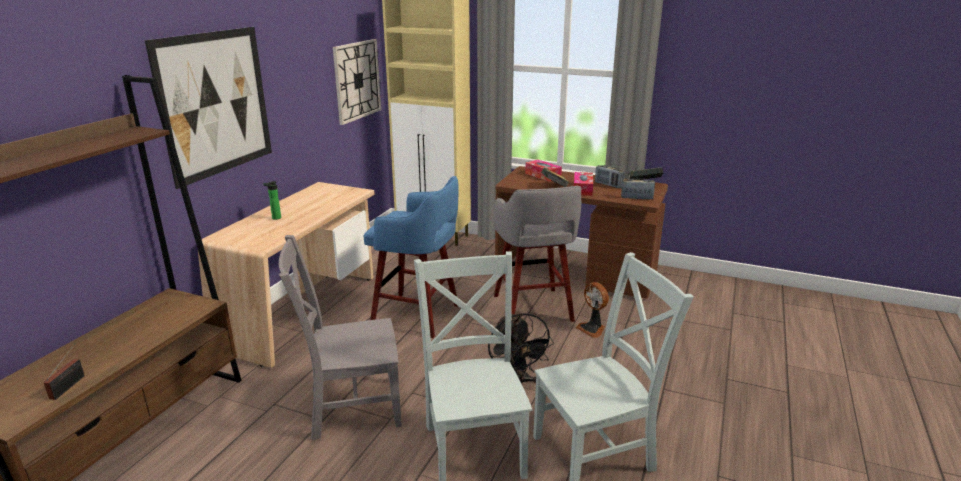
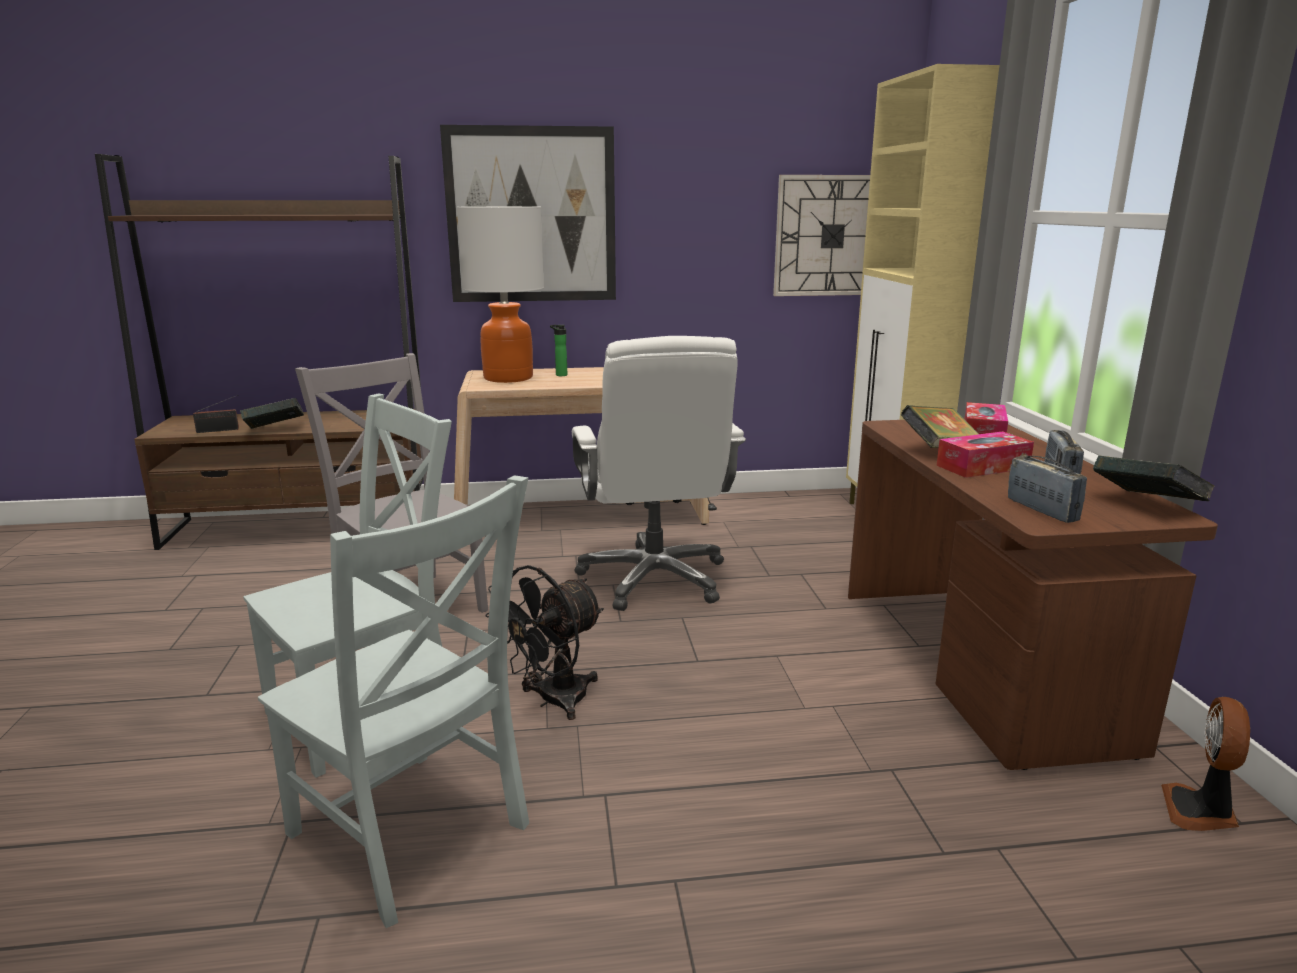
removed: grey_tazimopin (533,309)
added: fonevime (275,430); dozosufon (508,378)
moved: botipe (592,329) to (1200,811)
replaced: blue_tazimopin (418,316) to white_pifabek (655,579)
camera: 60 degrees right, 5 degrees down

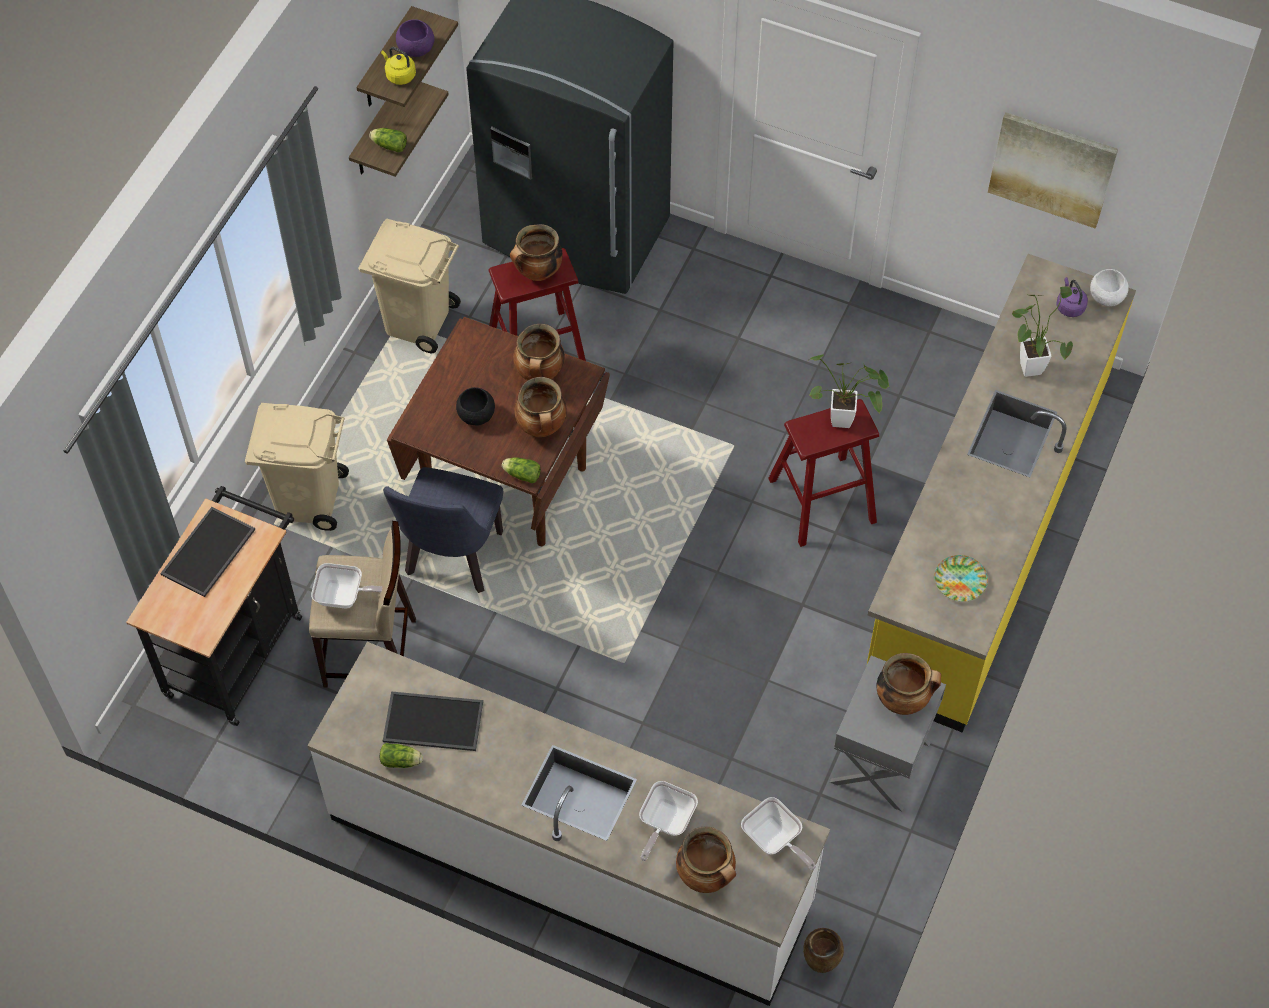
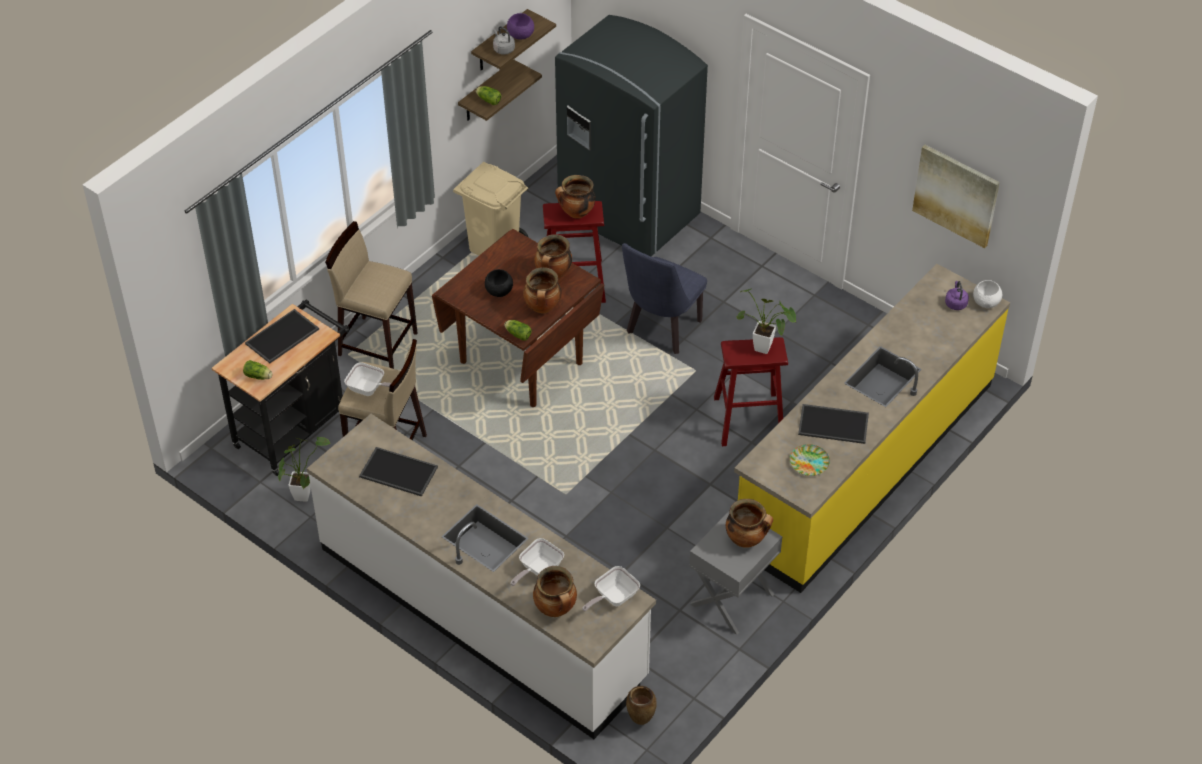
added: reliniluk (834,423)
moved: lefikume (402,761) to (259,376); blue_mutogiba (452,560) to (661,331); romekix (1029,364) to (303,493)
replaced: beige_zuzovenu (308,498) to beige_tazimopin (377,343)
recoloured: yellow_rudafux (399,75) to grey_rudafux (503,49)
turned: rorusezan (774,840) = (613,598) 75 degrees clockwise
camera: 15 degrees right, 10 degrees down

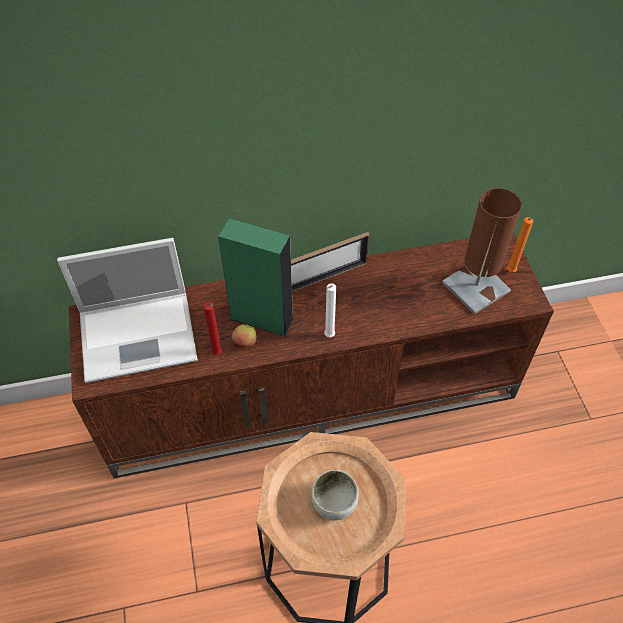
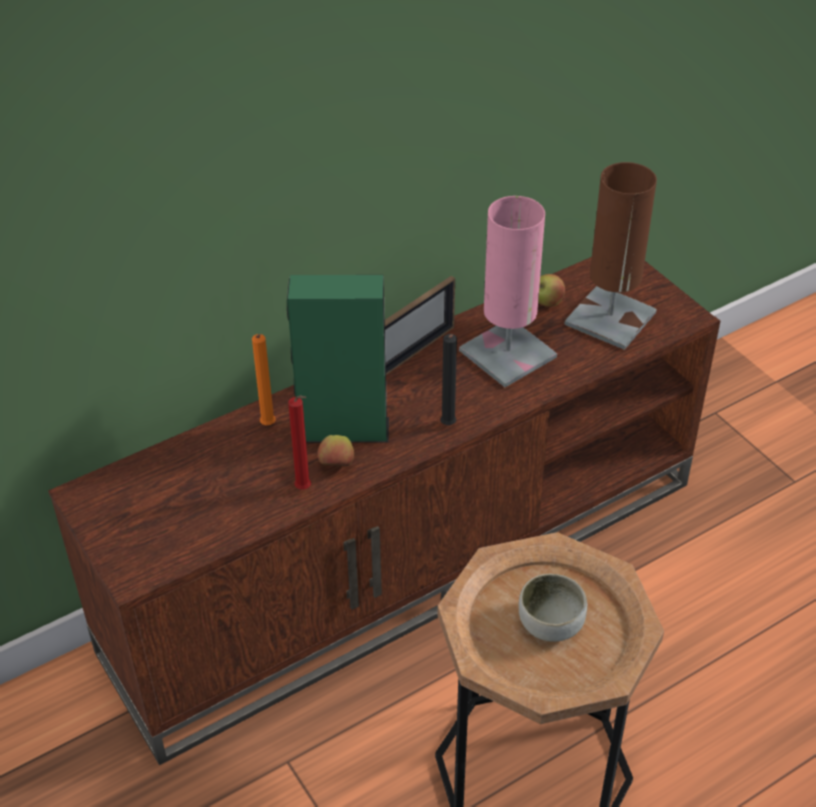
removed: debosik (140,335)
added: pink_dozosufon (507,354); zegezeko (546,303)
moved: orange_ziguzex (510,272) to (267,426)
recoloured: white_ziguzex (328,336) to black_ziguzex (447,426)
camera: 20 degrees left, 10 degrees down

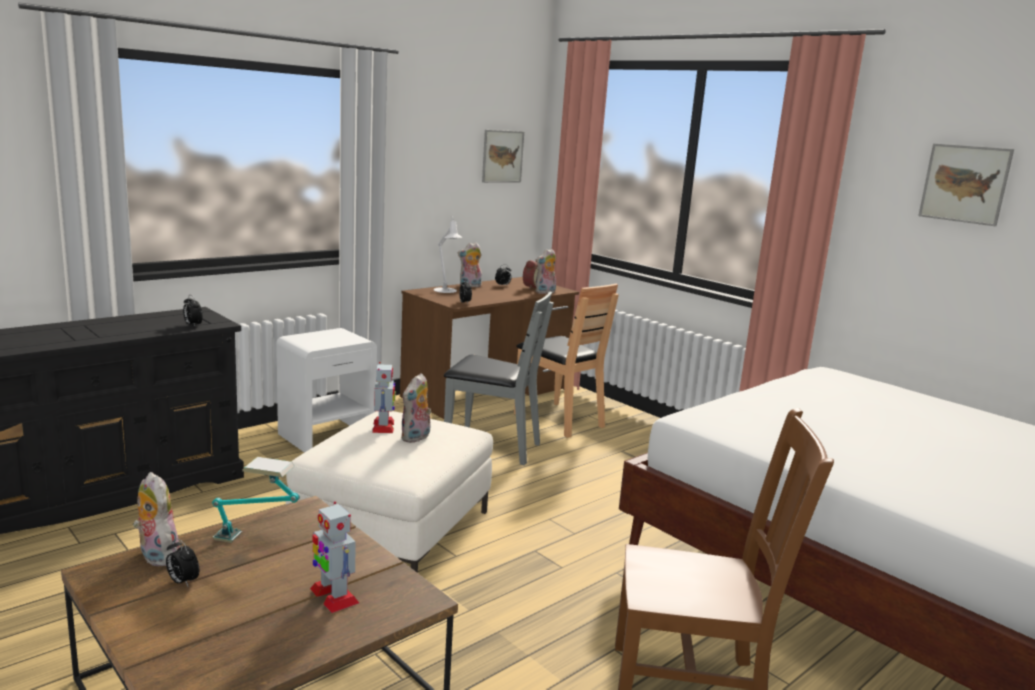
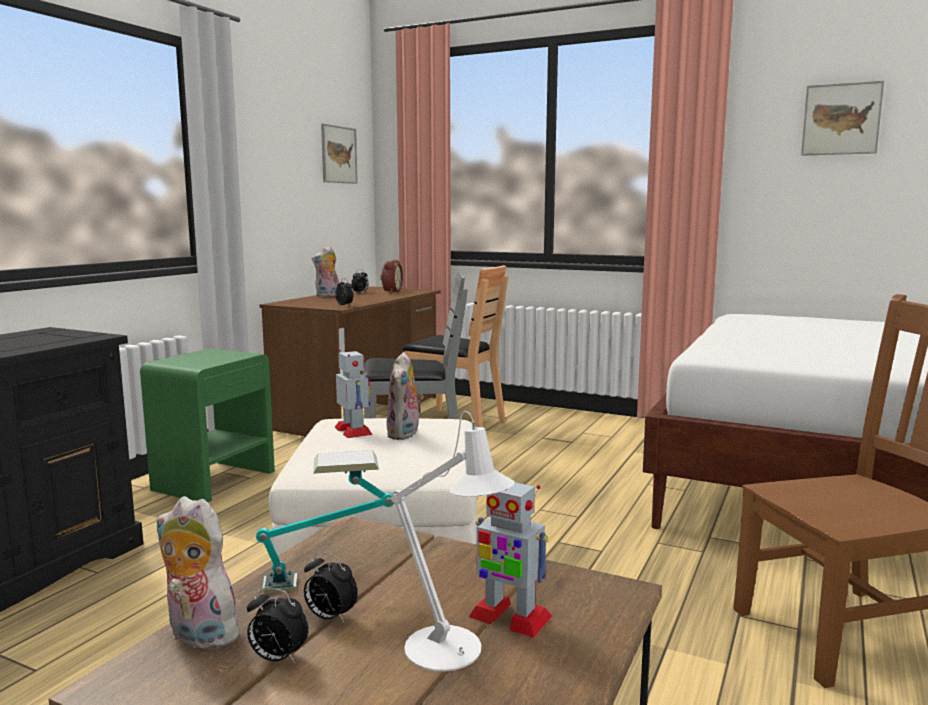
removed: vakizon (545,292)
moved: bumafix (192,325) to (330,617); white_dozosufon (446,291) to (452,652)
recoloured: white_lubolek (327,435) to green_lubolek (215,480)
camera: 20 degrees left, 5 degrees down

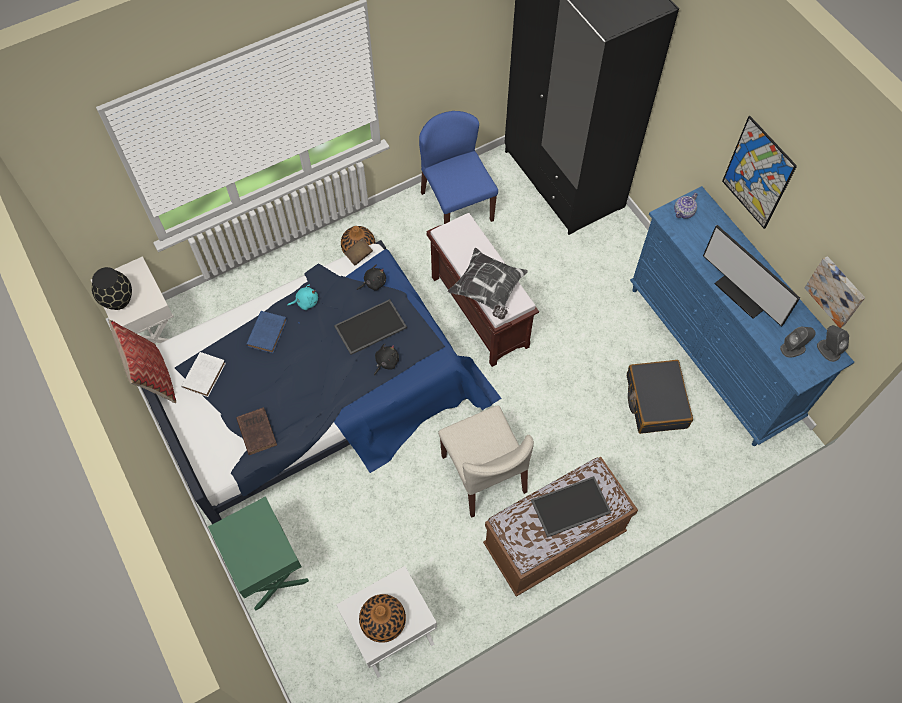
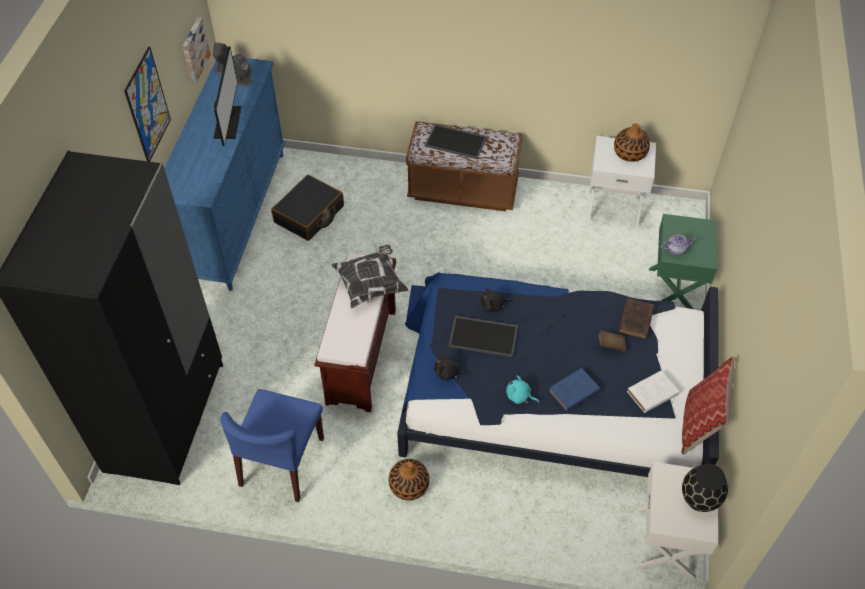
removed: beige_mutogiba (484,474)
moved: brown_fonevime (359,255) to (611,345); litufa (684,212) to (675,250)
camera: 140 degrees left, 10 degrees down

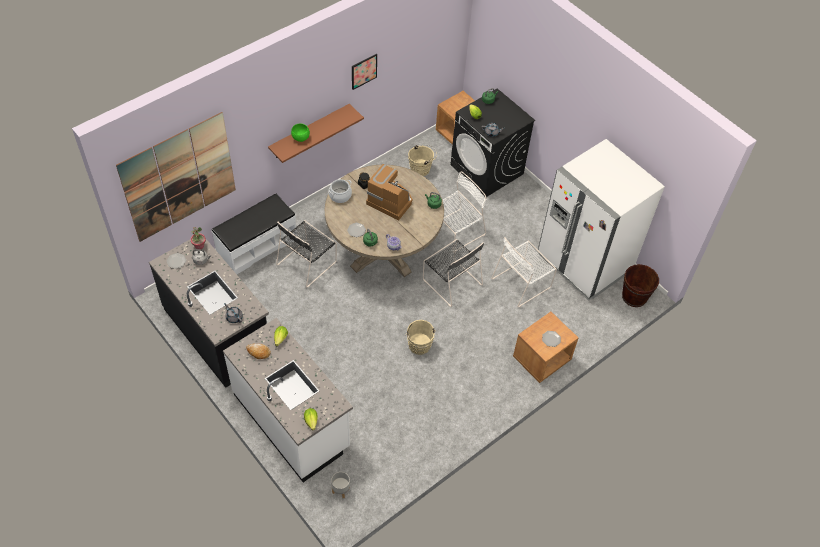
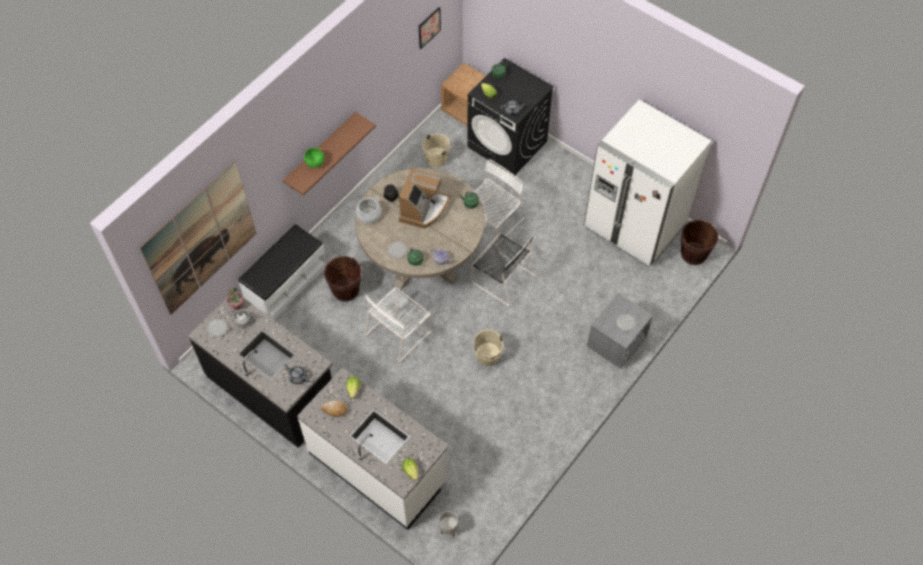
moved: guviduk (364,71) to (429,27); white_mutogiba (522,282) to (399,331)
replaced: black_mutogiba (308,262) to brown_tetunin (345,290)
recoloured: brown_lubolek (541,359) to grey_lubolek (616,343)
turned: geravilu (390,201) = (423,209) 90 degrees clockwise
camera: 10 degrees left, 5 degrees up

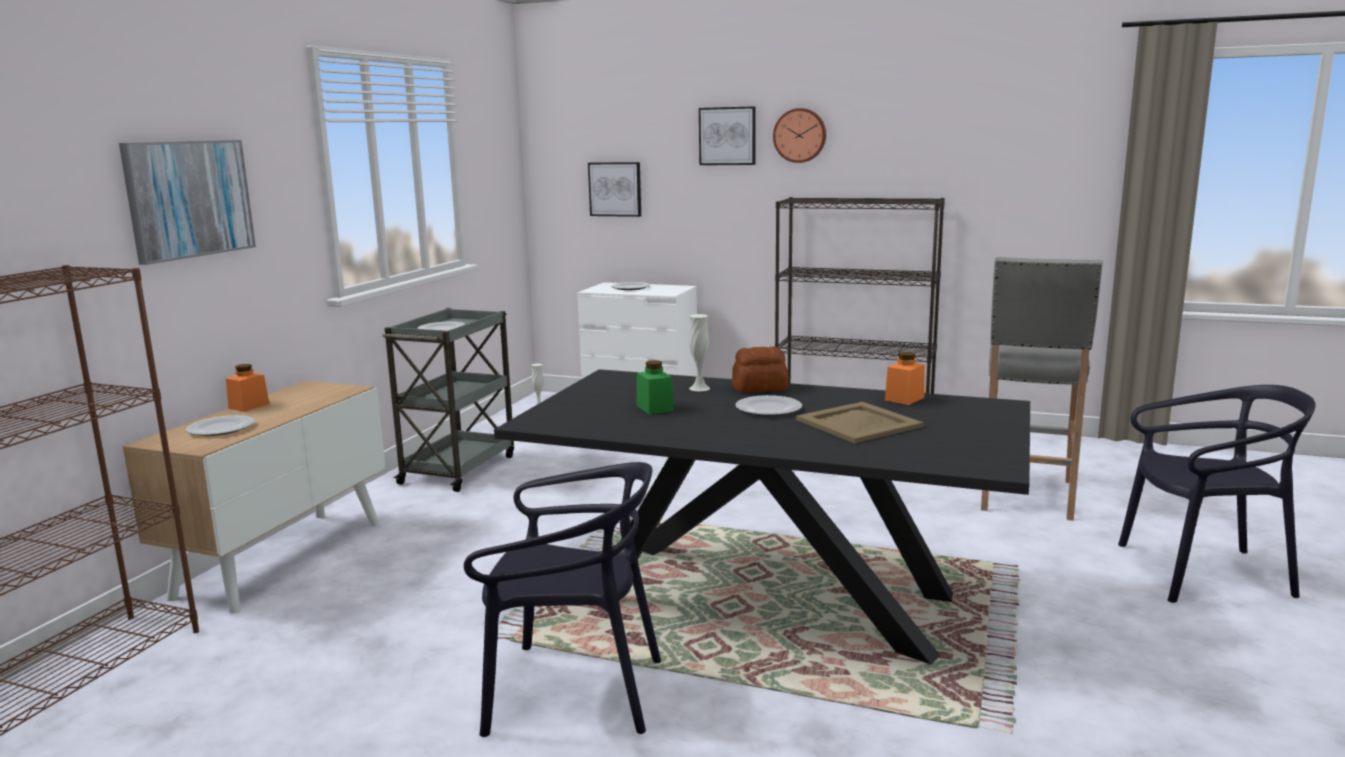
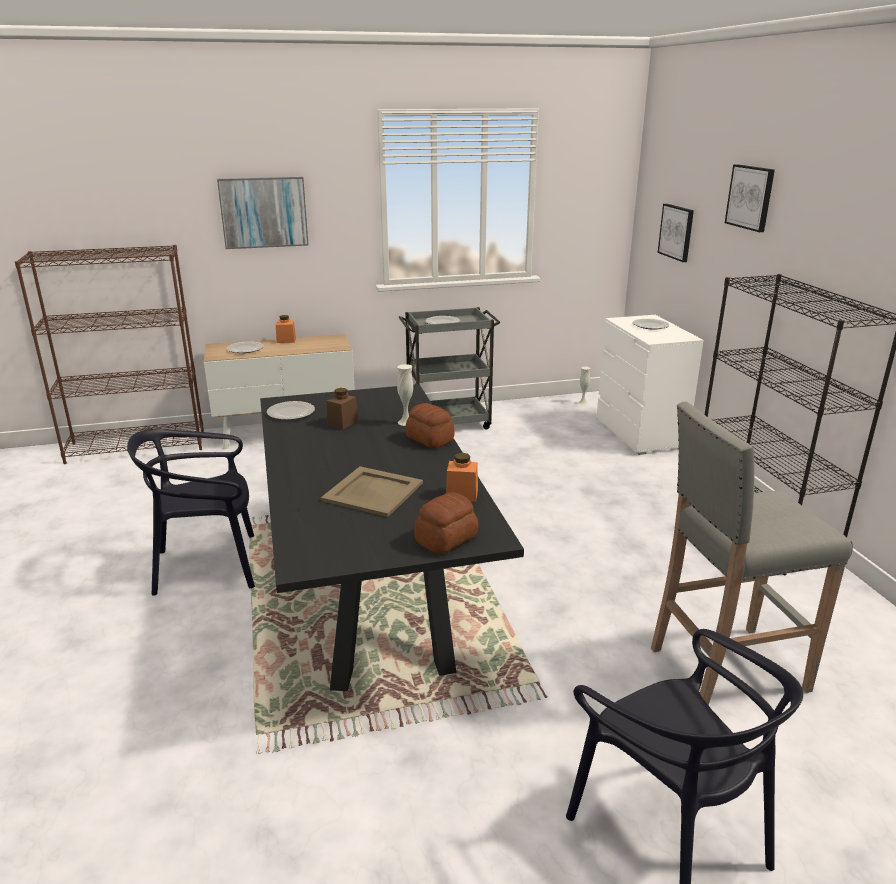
removed: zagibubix (800,135)
added: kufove (447,539)
moved: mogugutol (769,409) to (290,413)
recoloured: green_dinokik (655,408) to brown_dinokik (342,423)
turned: black_mutogiba (574,692) = (208,566) 105 degrees clockwise
camera: 55 degrees right, 10 degrees up

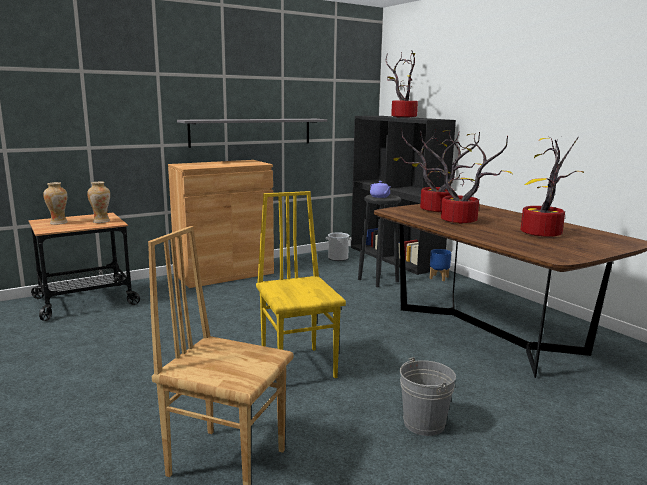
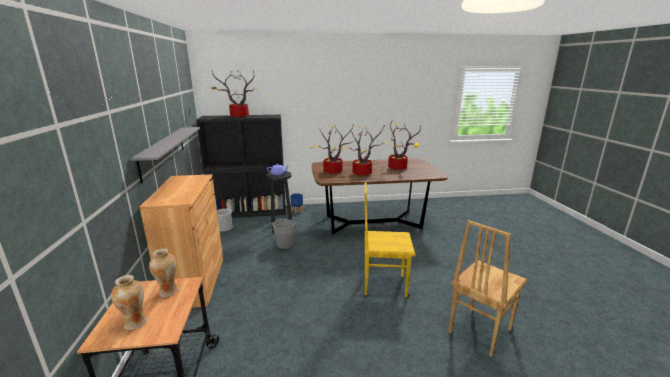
moved: grey_tetunin (424,423) to (285,244)
camera: 65 degrees left, 5 degrees up

